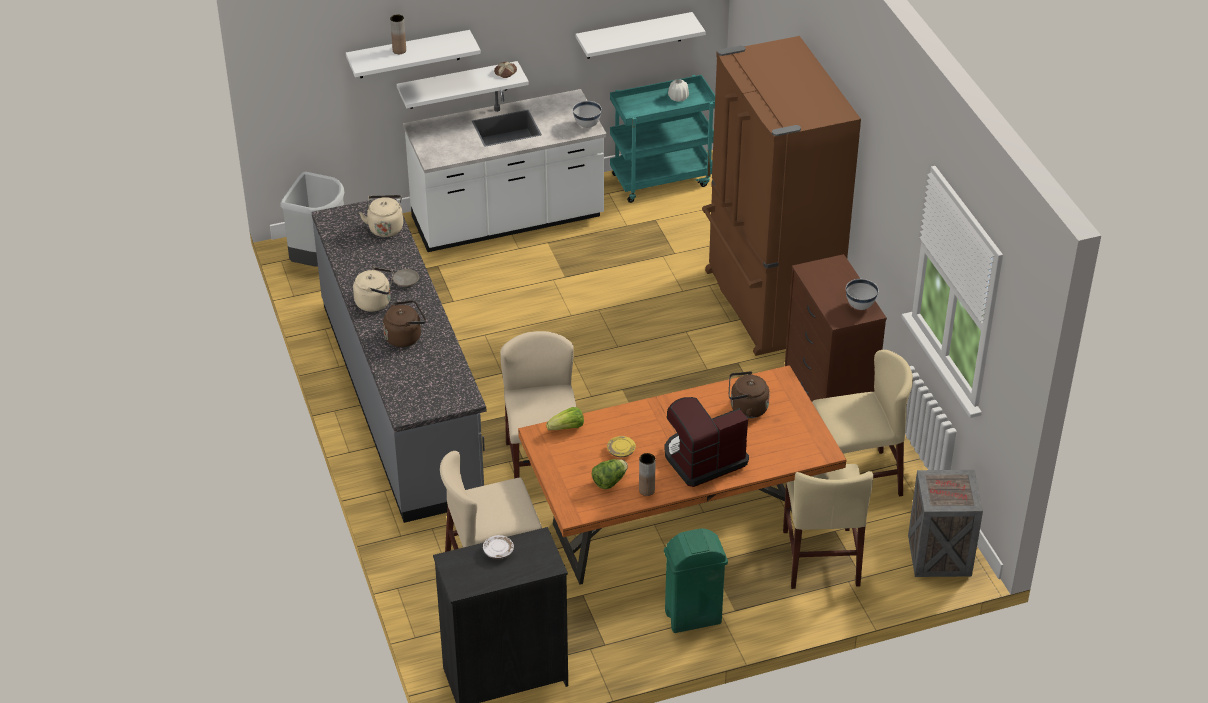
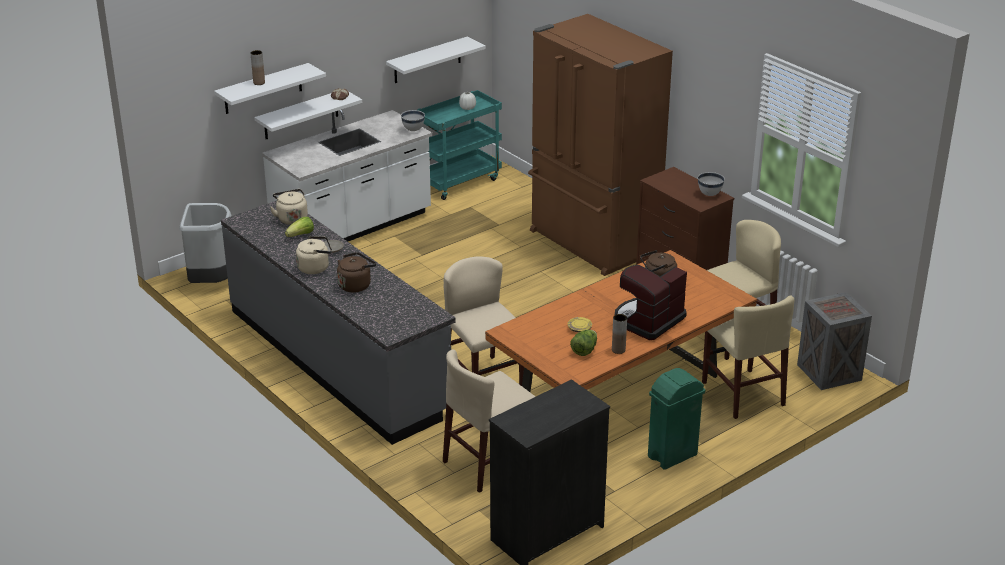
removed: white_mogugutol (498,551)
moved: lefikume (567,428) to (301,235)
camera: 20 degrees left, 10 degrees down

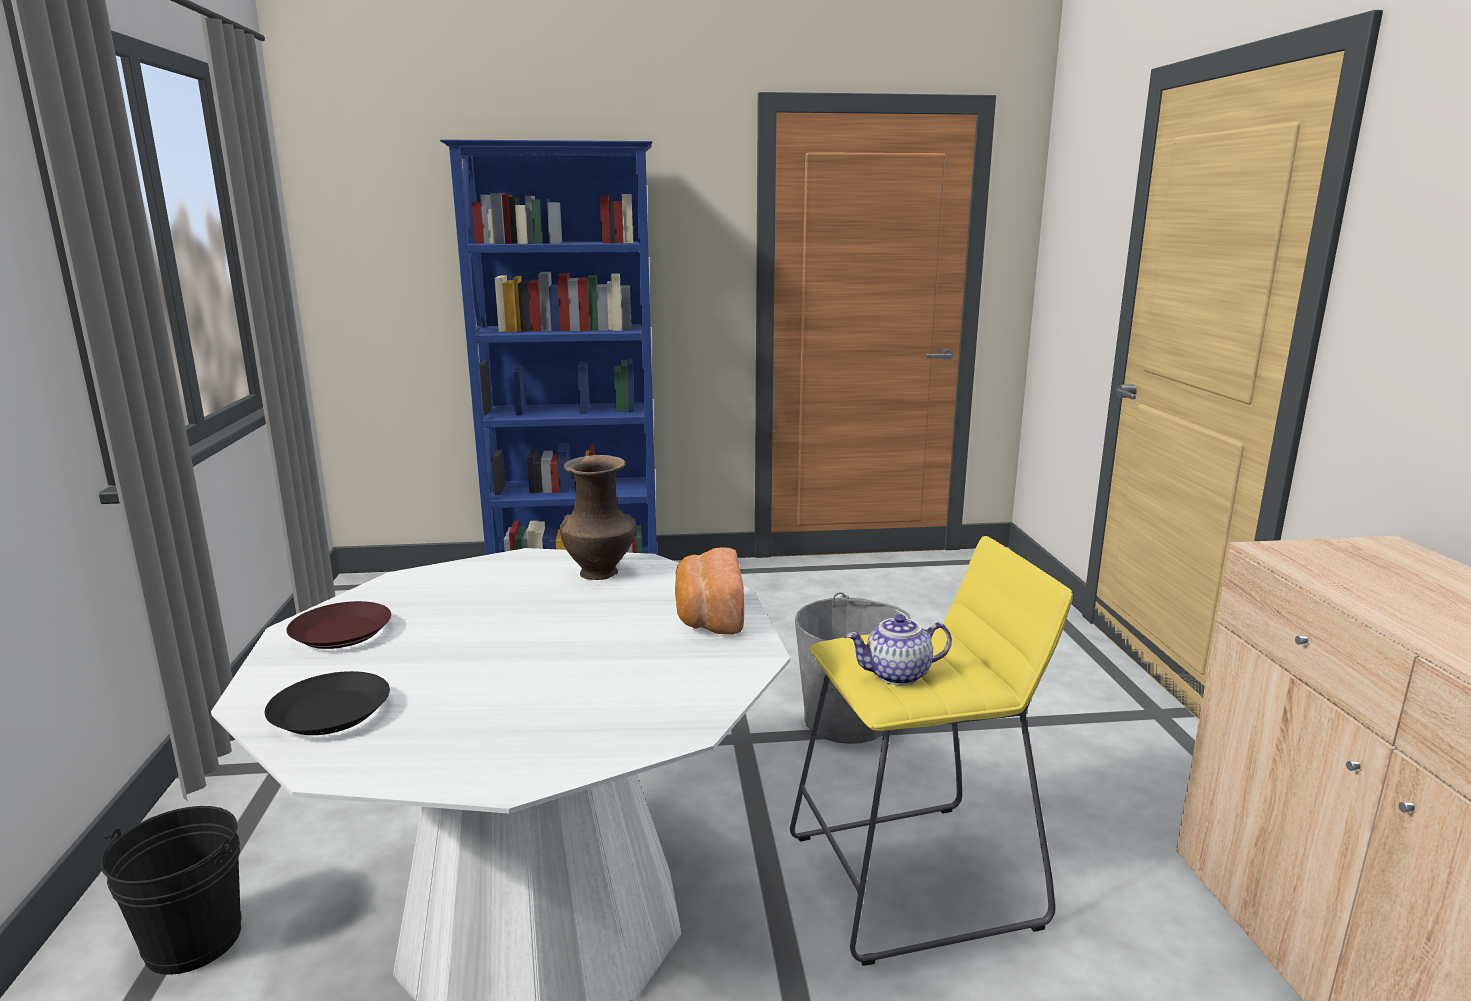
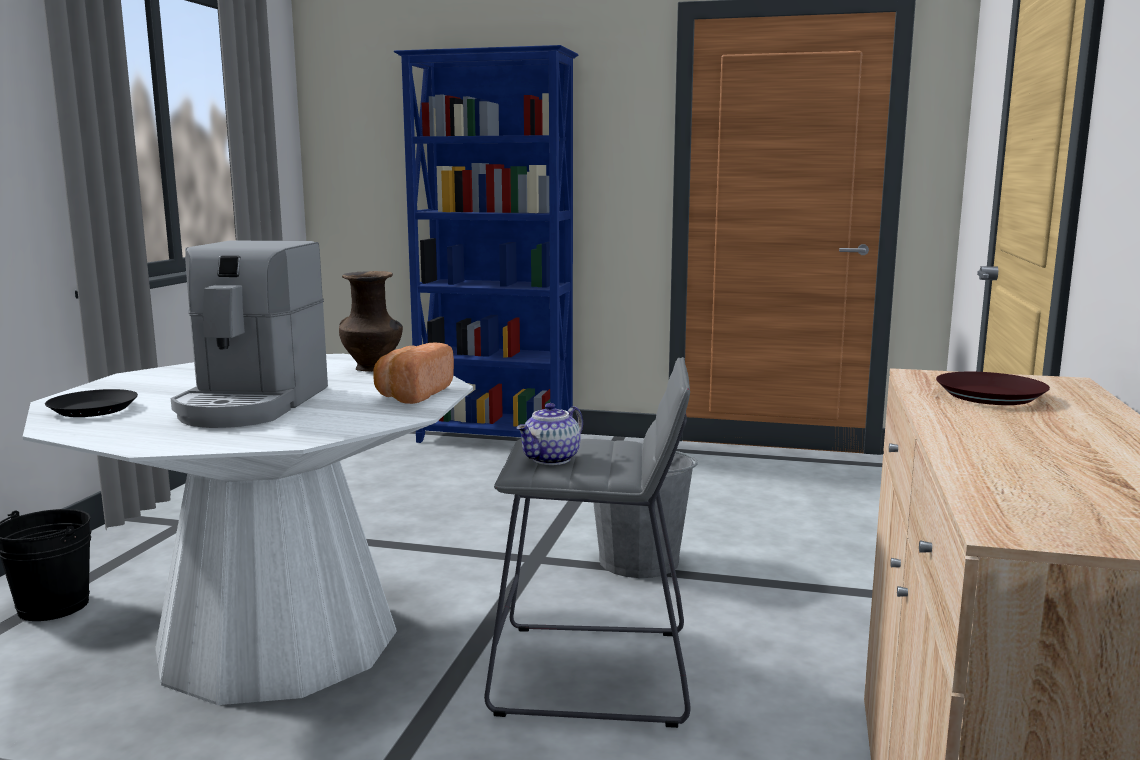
added: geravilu (252,404)
moved: brown_mogugutol (341,633) to (990,396)
recoloured: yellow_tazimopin (914,879) to grey_tazimopin (593,672)
turned: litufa (897,675) = (552,459) 60 degrees counterclockwise
camera: 20 degrees right, 5 degrees down

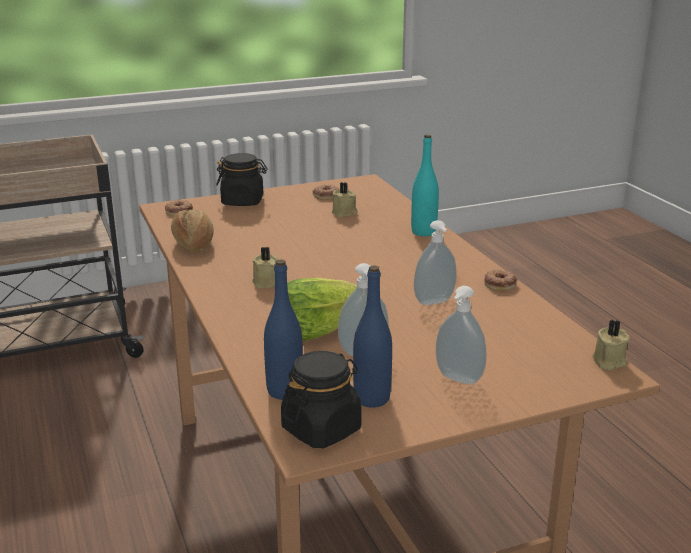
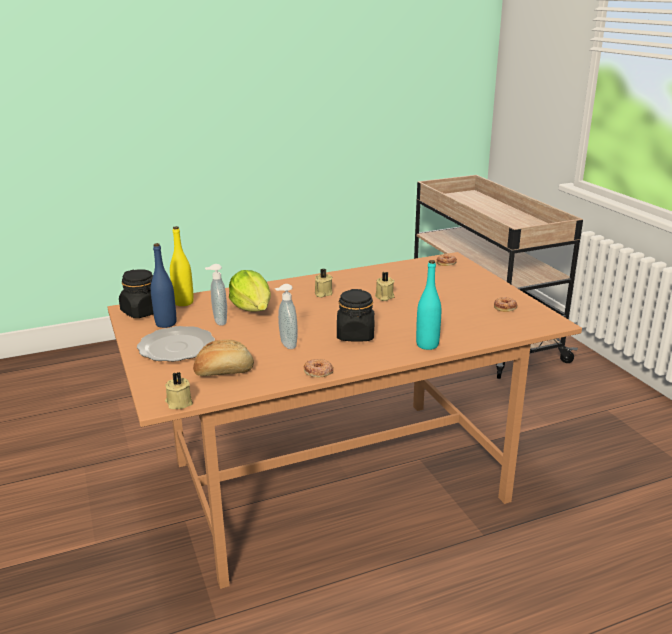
moved: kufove (193,244) to (224,371); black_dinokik (243,201) to (355,335); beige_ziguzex (344,213) to (384,297)
replaced: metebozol (457,379) to mogugutol (176,348)
recoloured: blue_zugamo (284,391) to yellow_zugamo (183,302)
camera: 90 degrees right, 0 degrees up

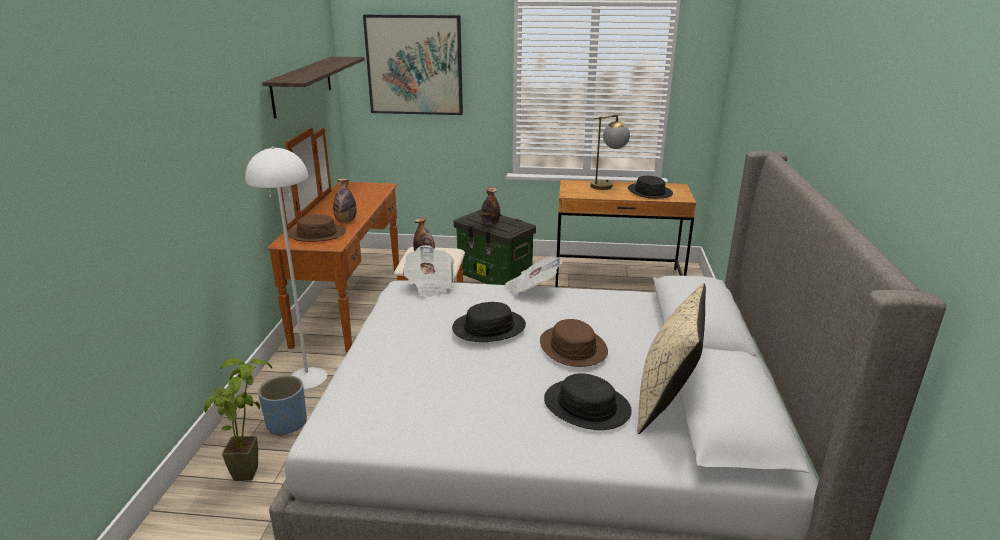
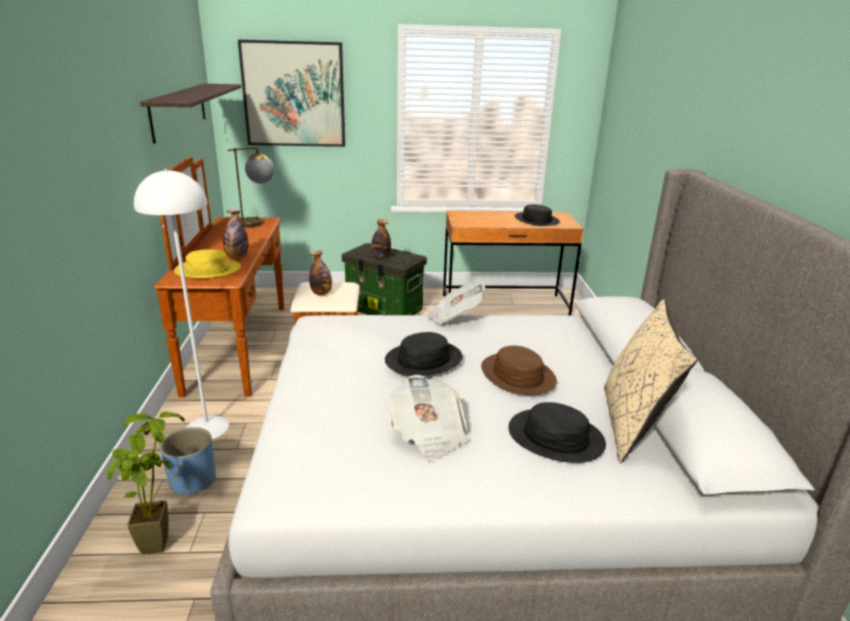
moved: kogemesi (430,285) to (428,435); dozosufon (607,185) to (258,222)
recoloured: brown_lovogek (317,233) to yellow_lovogek (208,270)
camera: 10 degrees left, 0 degrees up

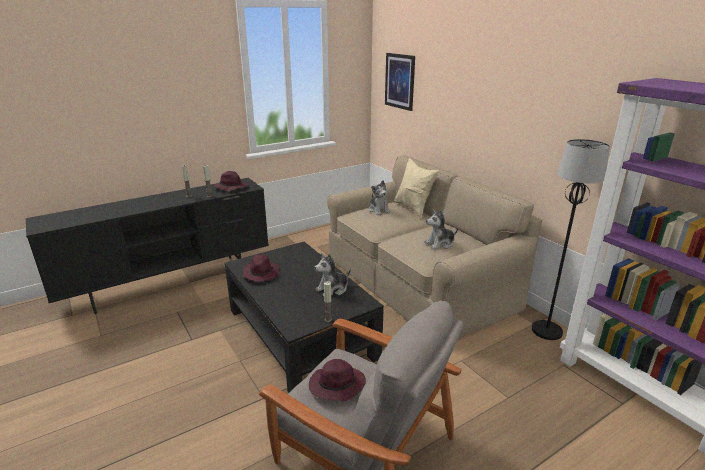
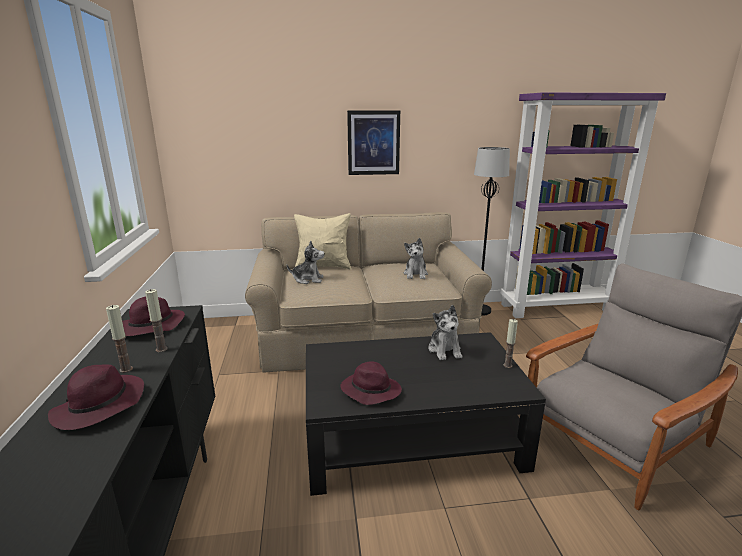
moved: purple_lovogek (336,386) to (99,407); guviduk (400,81) to (373,143)
camera: 65 degrees left, 5 degrees down

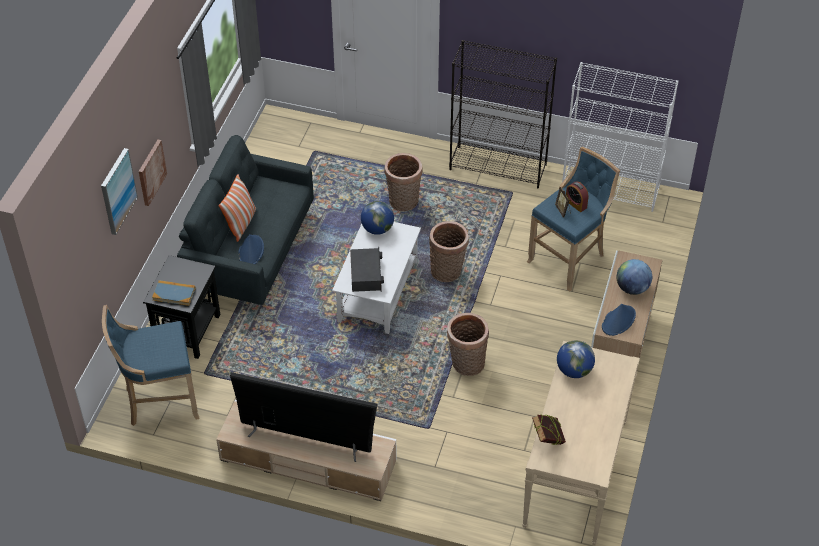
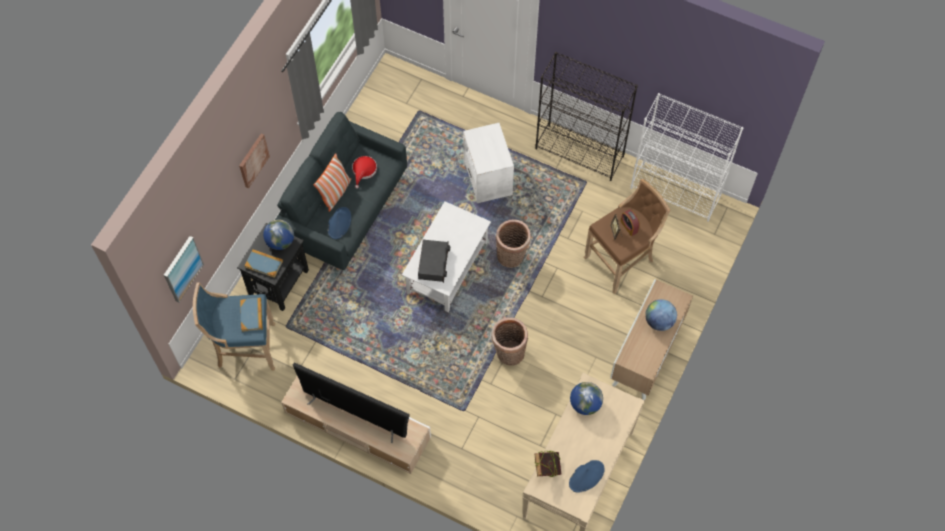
added: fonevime (251,315); red_lovogek (364,171)
moved: guviduk (117,191) to (182,268); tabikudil (377,229) to (280,241); blue_lovogek (618,321) to (586,476)
replaced: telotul (403,203) to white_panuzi (487,178)
recoloured: blue_tazimopin (569,259) to brown_tazimopin (621,260)
camera: 10 degrees right, 15 degrees up

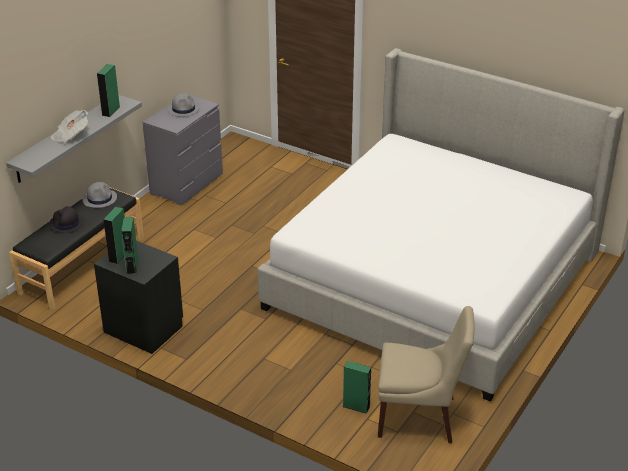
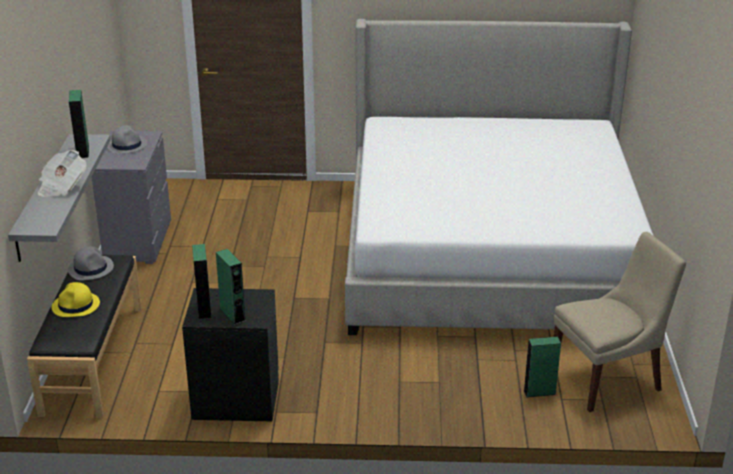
recoloured: black_lovogek (66,224) to yellow_lovogek (76,306)
camera: 30 degrees left, 5 degrees down

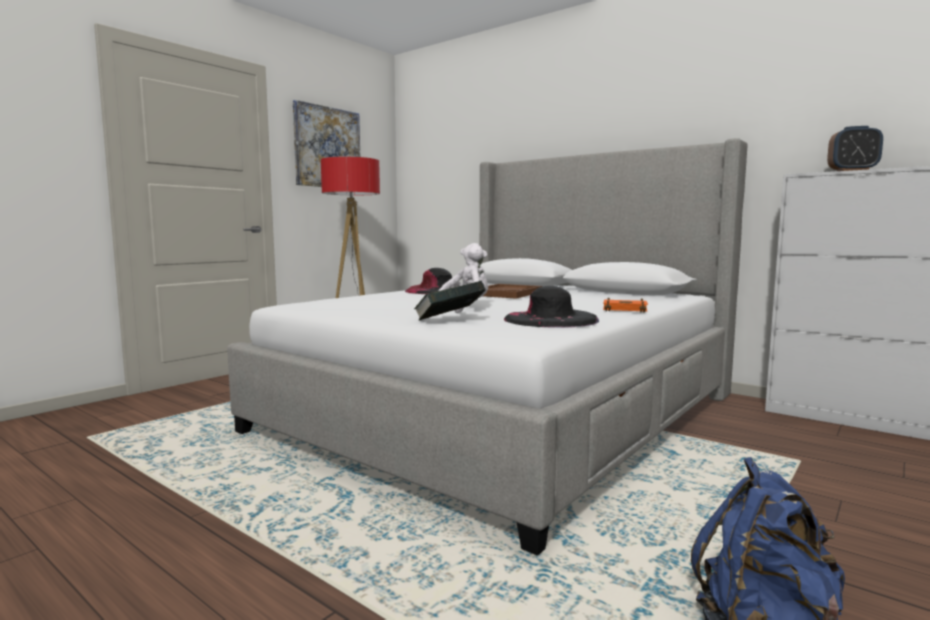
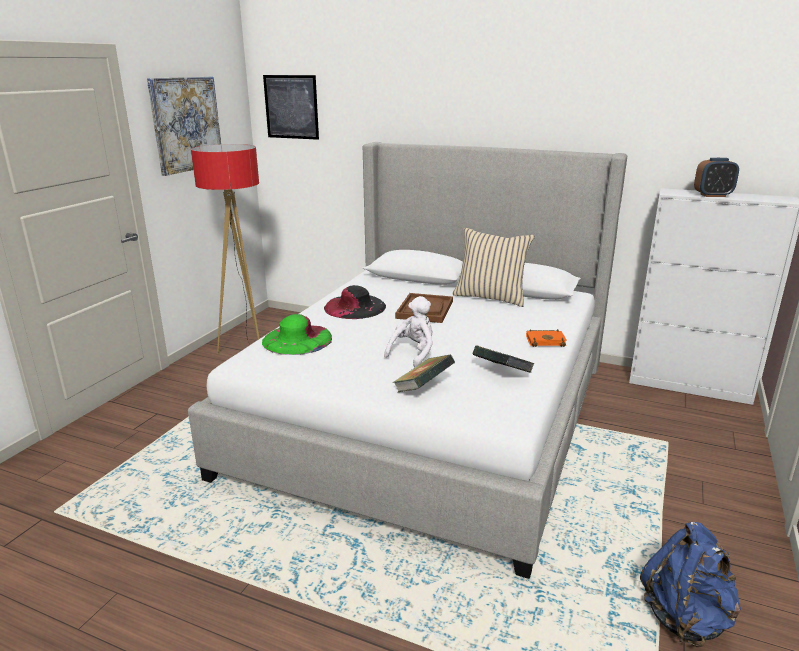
added: green_lovogek (297,339); guviduk (291,107); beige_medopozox (490,297)
replaced: black_lovogek (550,319) to fonevime (501,374)
camera: 15 degrees left, 15 degrees up

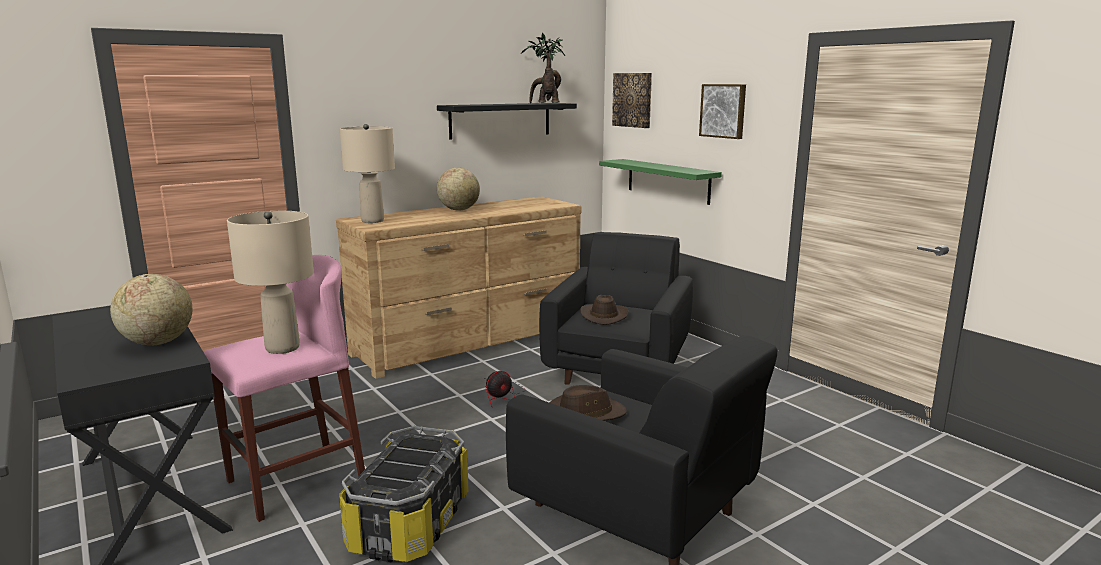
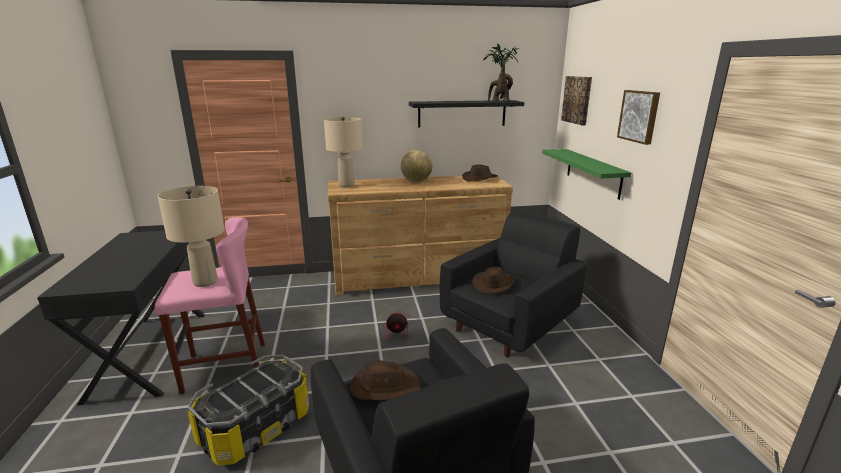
removed: tabikudil (157,342)
added: brown_lovogek (480,178)
camera: 25 degrees right, 5 degrees up

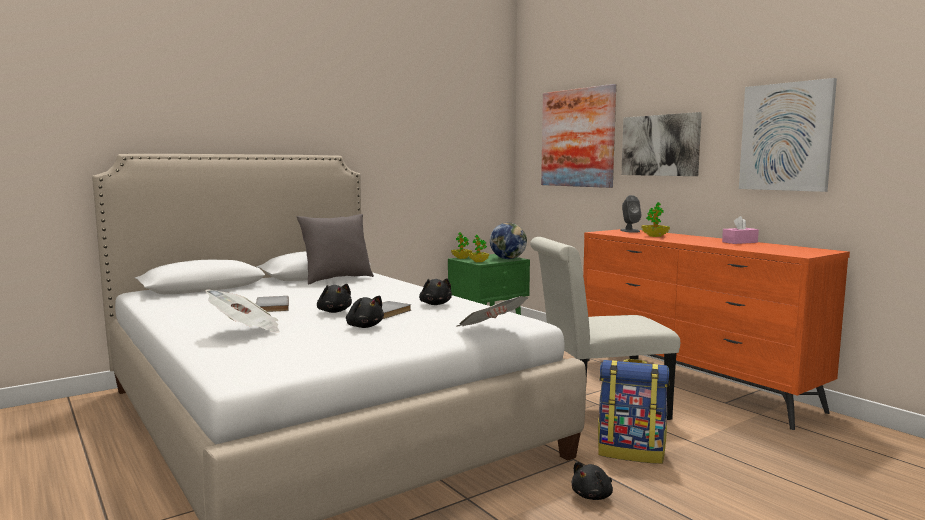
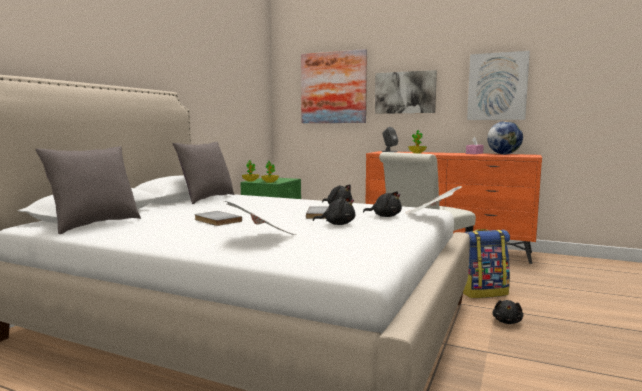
added: grey_medopozox (94,225)
moved: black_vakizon (334,311) to (385,216); tabikudil (508,259) to (503,154)
camera: 30 degrees left, 0 degrees up

